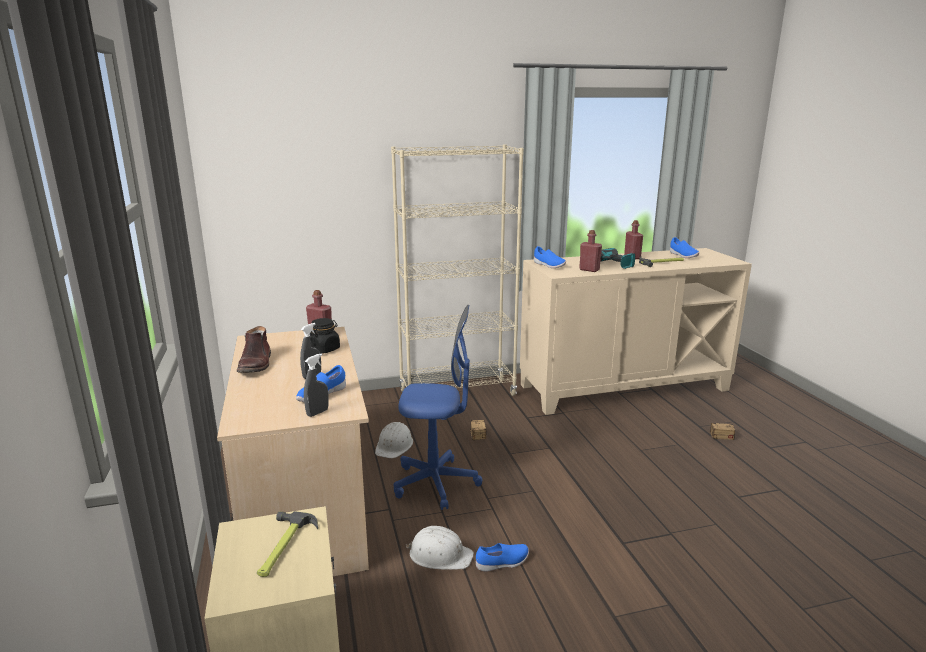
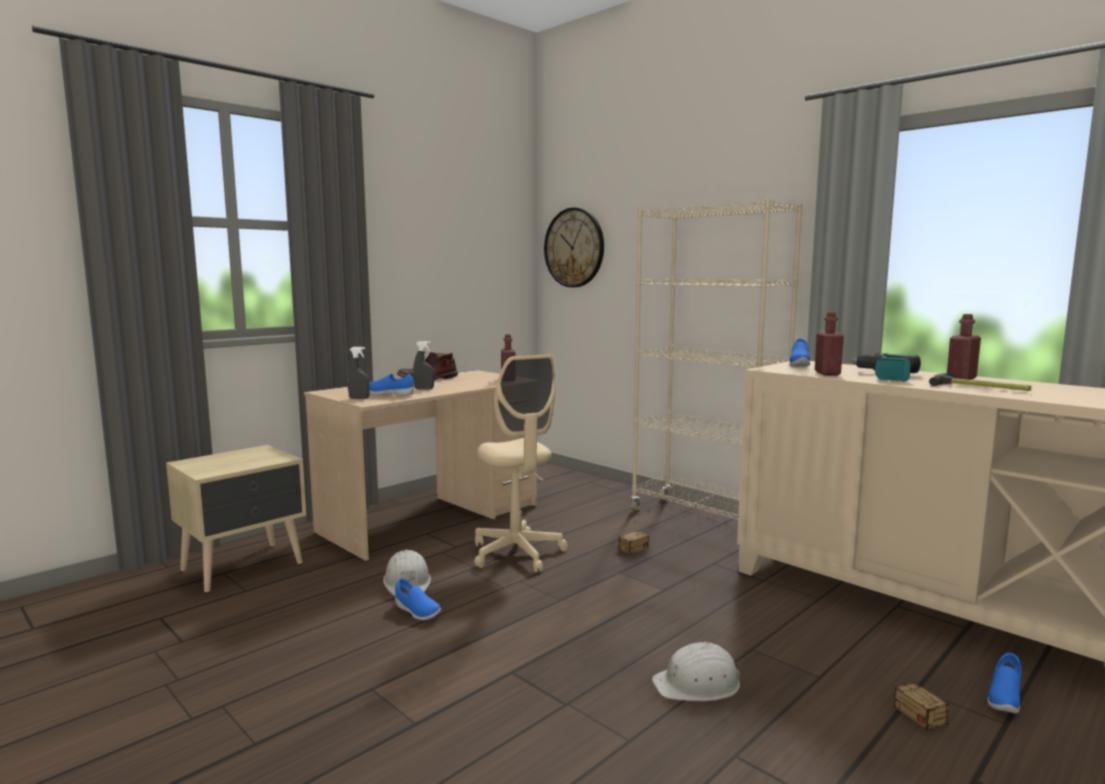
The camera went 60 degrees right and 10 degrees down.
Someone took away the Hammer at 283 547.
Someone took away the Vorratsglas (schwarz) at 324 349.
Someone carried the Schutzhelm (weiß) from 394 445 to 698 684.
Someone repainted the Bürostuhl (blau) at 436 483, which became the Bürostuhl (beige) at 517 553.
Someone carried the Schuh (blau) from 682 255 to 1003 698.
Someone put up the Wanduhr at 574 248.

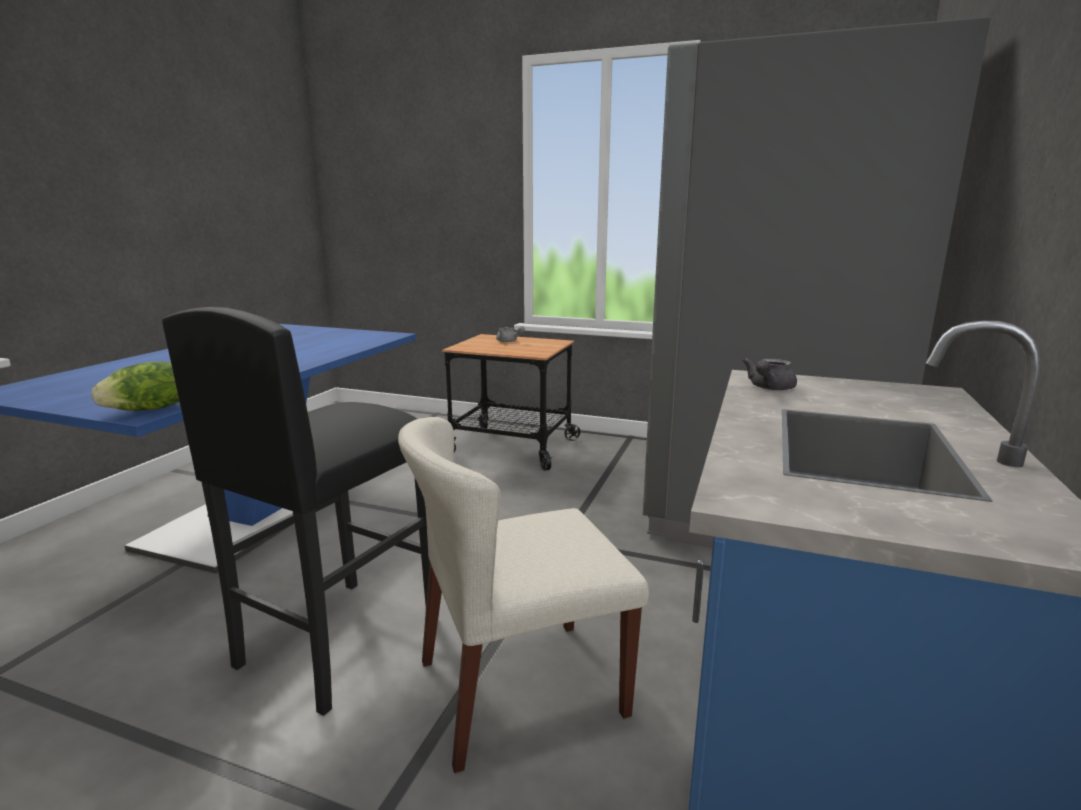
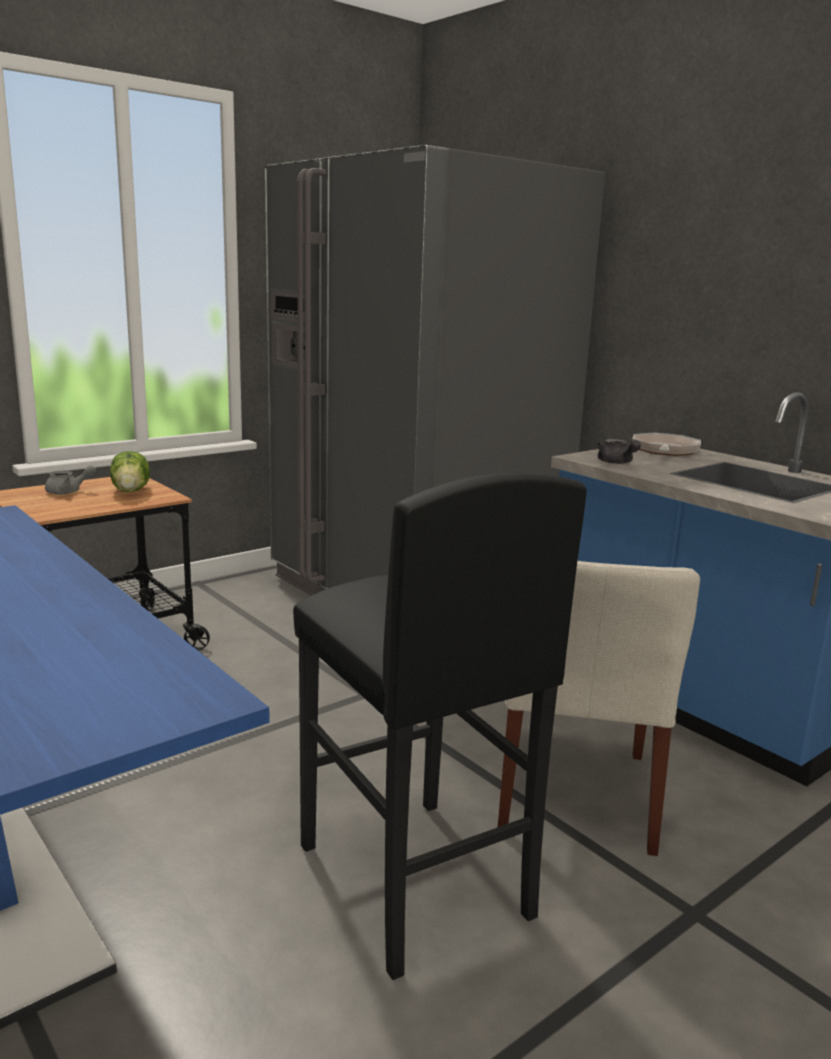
The camera went 60 degrees left and 0 degrees up.
Someone carried the Salatkopf from 150 410 to 132 491.
Someone put down the Pfanne at 664 451.

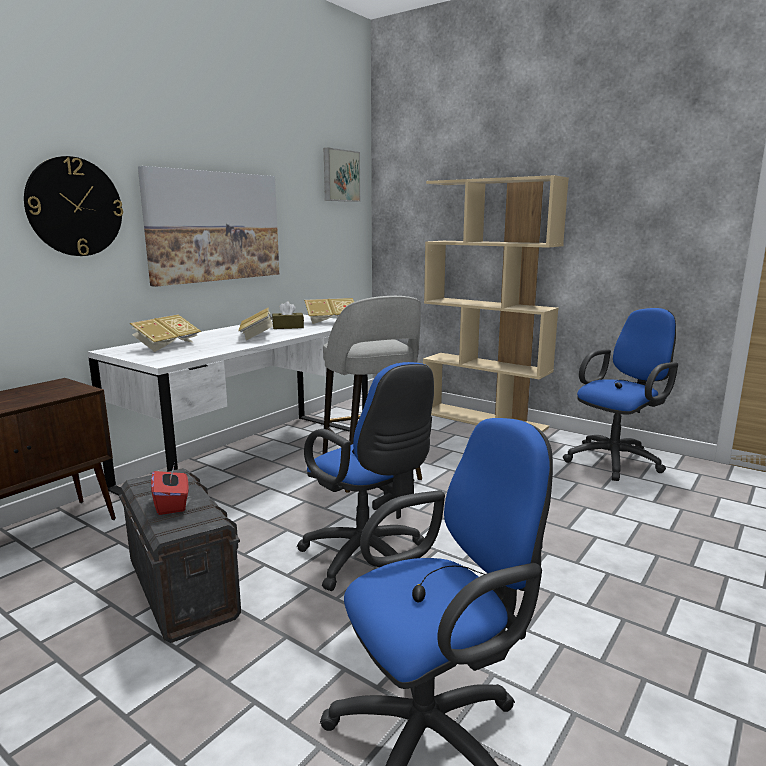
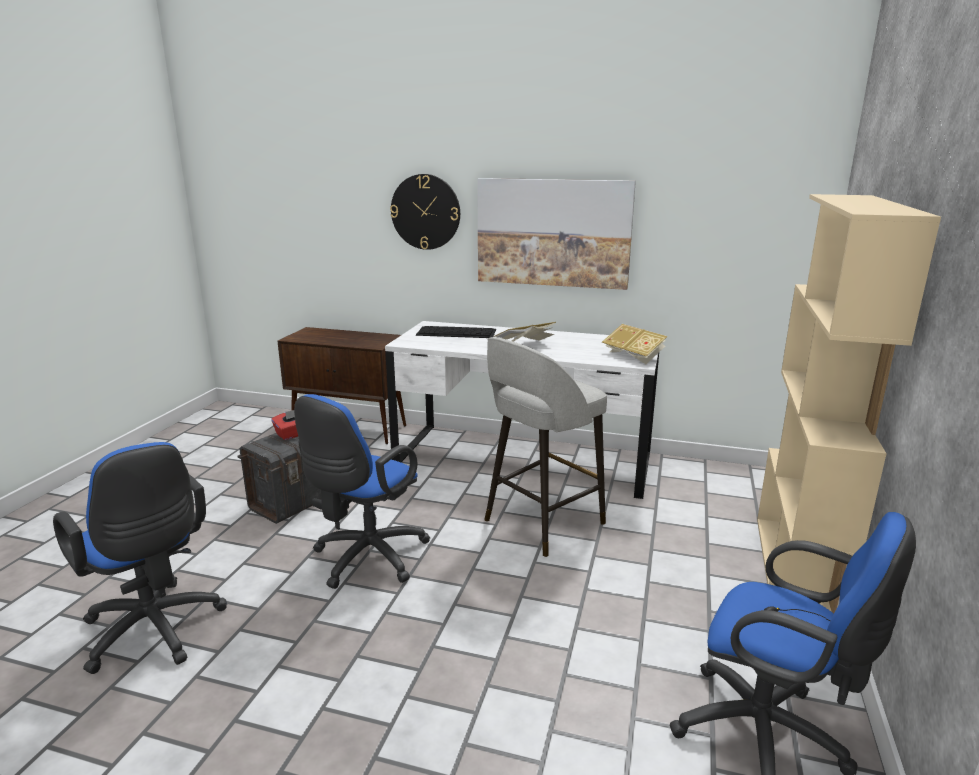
The camera went 70 degrees right and 5 degrees up.
Someone swapped the Buch at 167 346 for the Tastatur at 457 332.
Someone took away the Taschentuchbox (braun) at 288 327.
Someone took away the Bild at 340 176.

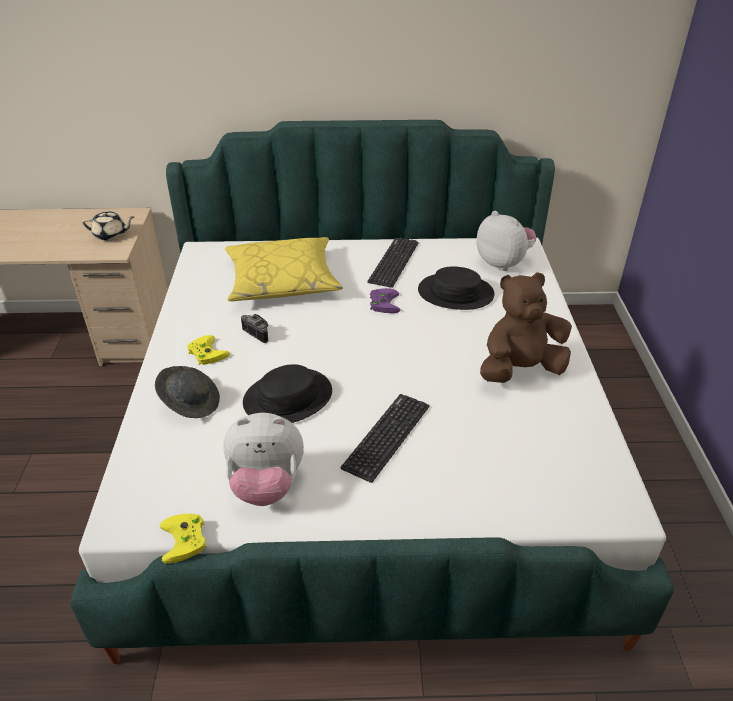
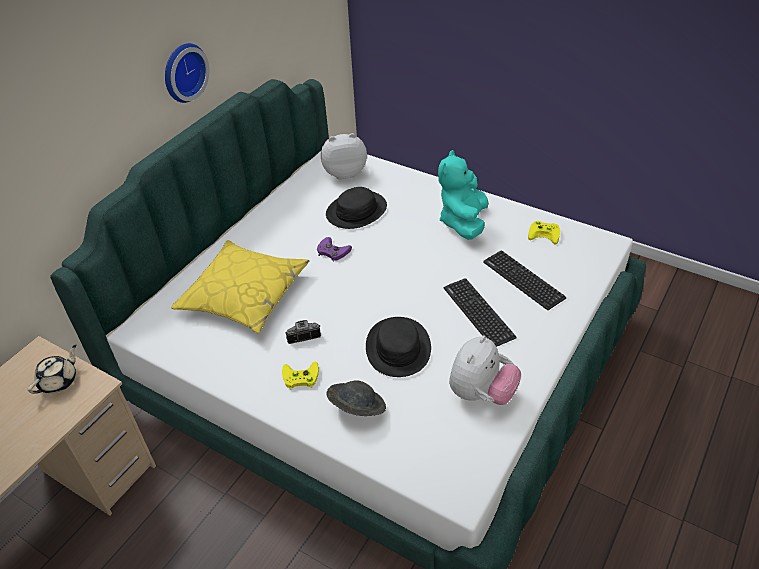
The camera went 55 degrees left and 5 degrees up.
Someone carried the Gamepad (gelb) from 185 540 to 545 233.
Someone carried the Tastatur from 393 262 to 523 280.
Someone repainted the Plüschtier (braun) at 520 370, which became the Plüschtier (türkis) at 463 222.
Someone put up the Wanduhr at 182 72.

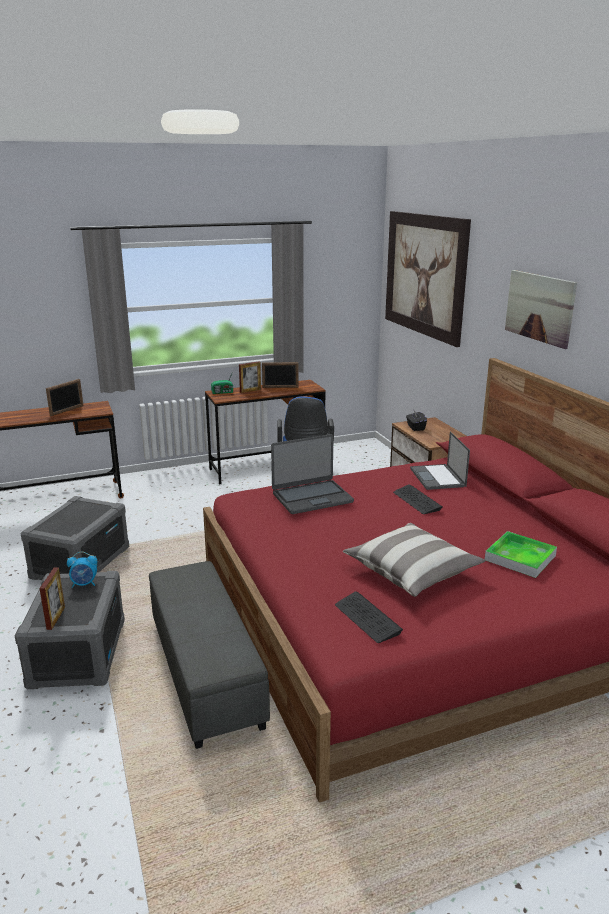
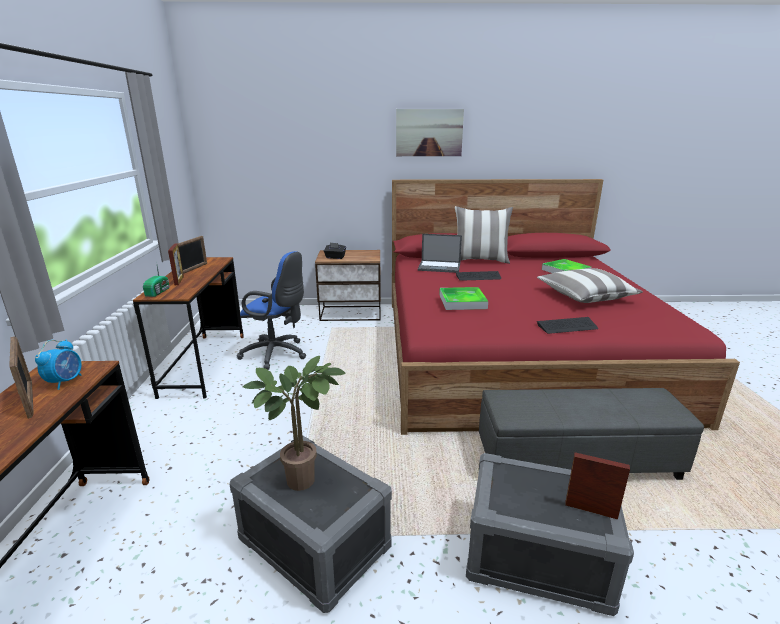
The camera went 70 degrees left and 0 degrees up.
Someone carried the Wecker from 84 584 to 65 381.
Someone swapped the Laptop at 312 497 for the Tablett at 462 301.
Someone carried the Tastatur from 367 618 to 567 326.
Someone took away the Bild at 424 275.
Someone put down the Topfpflanze at 305 477.
Someone put down the Kissen at 480 260.

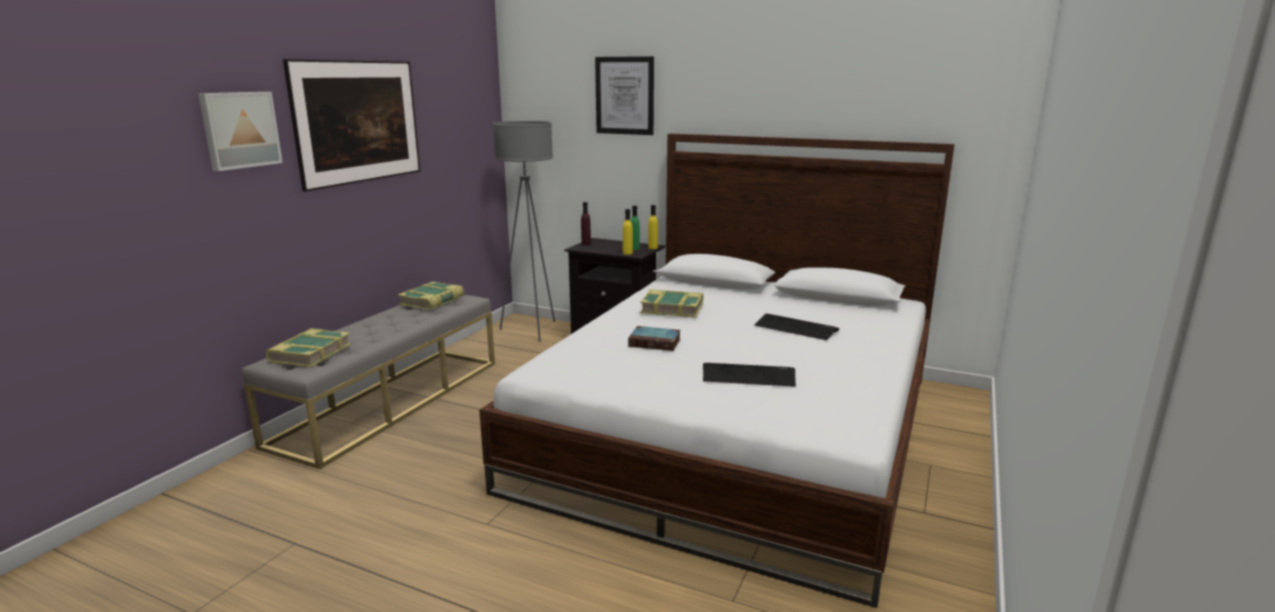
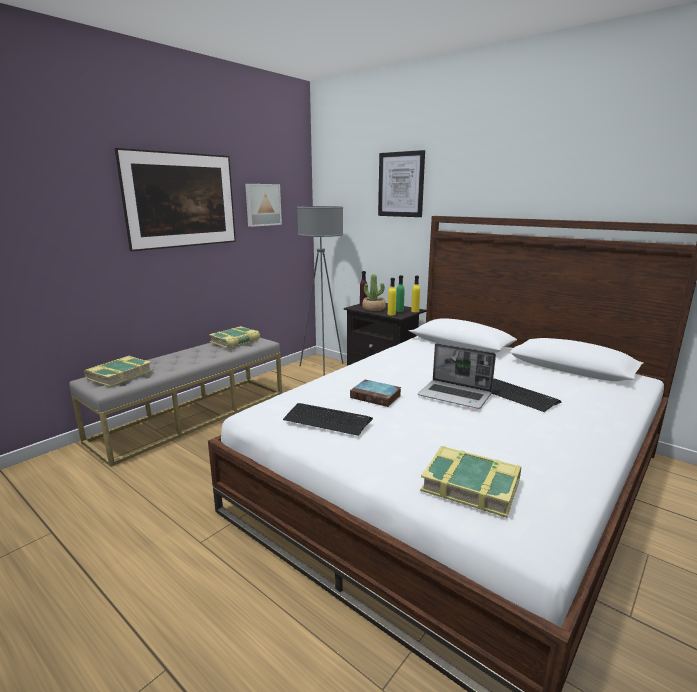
The camera went 15 degrees right and 0 degrees up.
Someone carried the Bild from 239 130 to 262 205.
Someone carried the Buch from 672 309 to 471 485.
Someone carried the Tastatur from 748 376 to 327 420.
Someone put down the Topfpflanze at 374 308.
Someone put down the Laptop at 455 395.

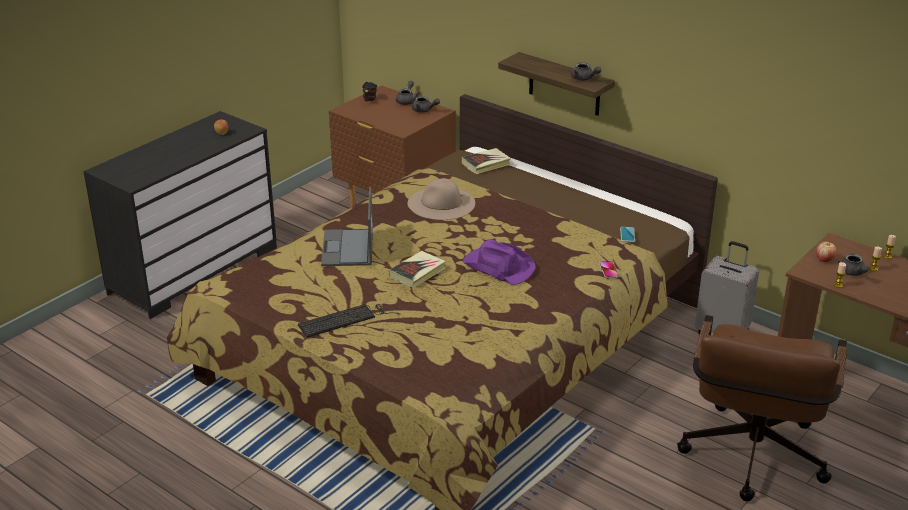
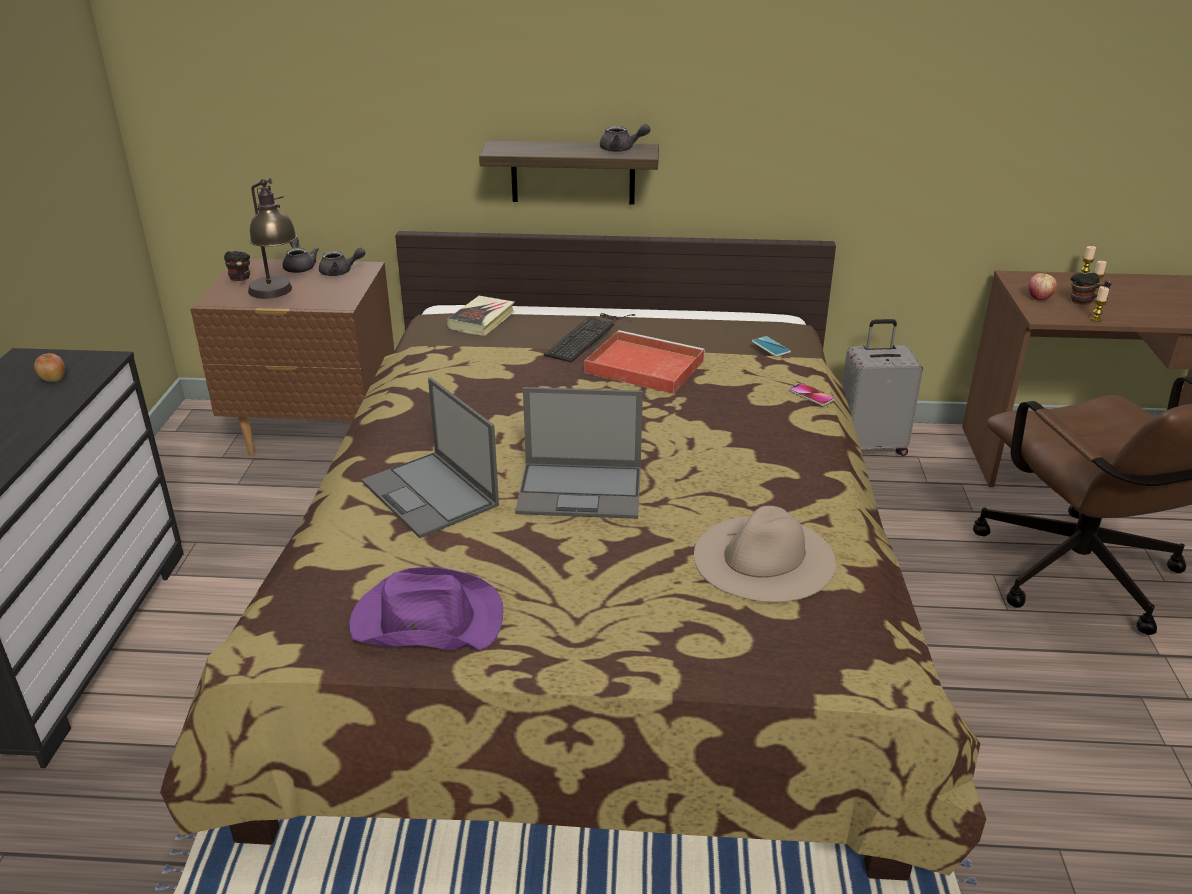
The camera went 35 degrees left and 0 degrees up.
Someone carried the Tastatur from 346 319 to 587 336.
Someone swapped the Buch at 417 272 for the Laptop at 581 490.
Someone carried the Hut (beige) from 441 203 to 764 558.
Someone carried the Hut (lila) from 498 266 to 425 620.
Someone swapped the Teekanne (grau) at 852 273 for the Henkelbecher at 1085 302.
Someone put down the Tischlampe at 277 295.
Someone put down the Tablett (rot) at 642 366.

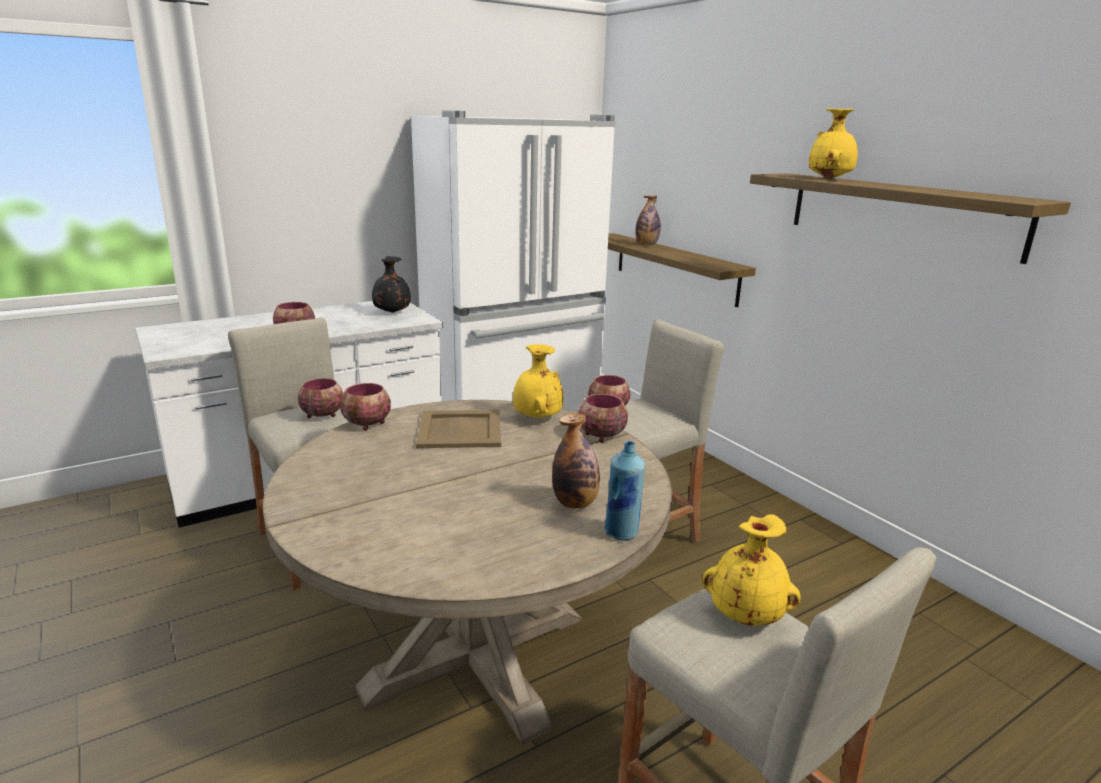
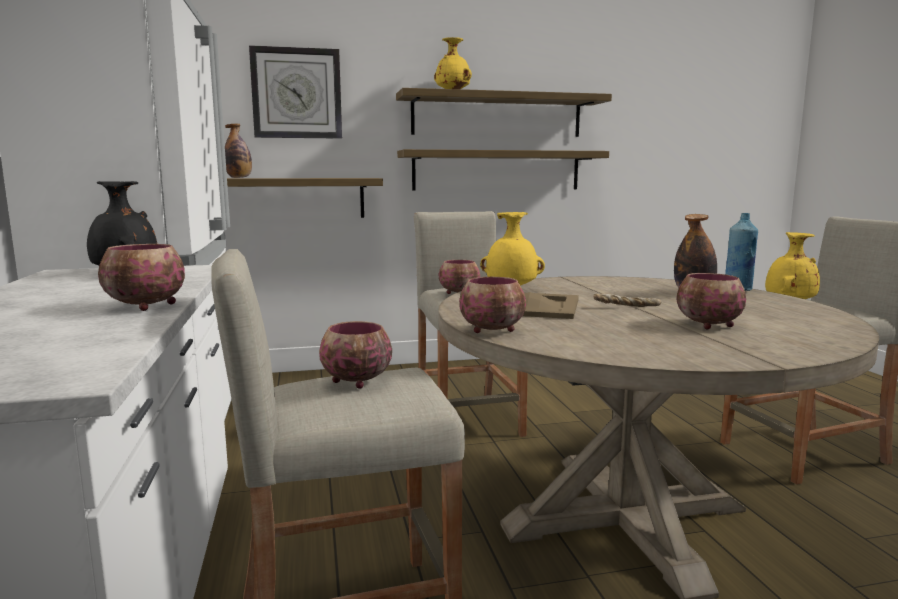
The camera went 70 degrees left and 10 degrees down.
Someone carried the Schüssel from 600 436 to 708 325.
Someone put up the Wanduhr at 296 93.
Someone put up the Wandregal at 497 170.
Someone put down the Brot at 627 307.

